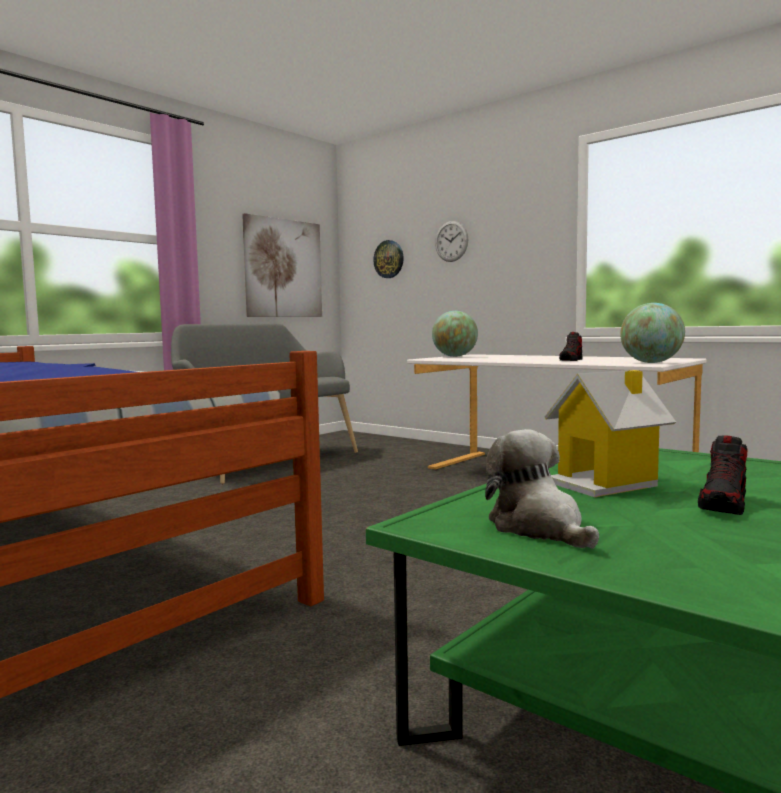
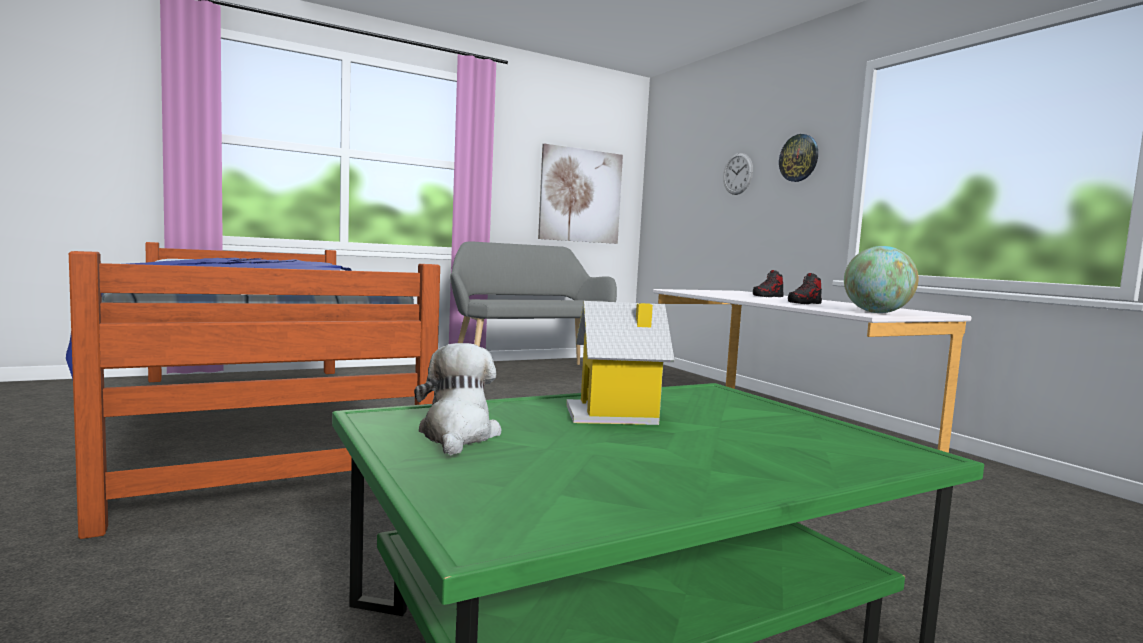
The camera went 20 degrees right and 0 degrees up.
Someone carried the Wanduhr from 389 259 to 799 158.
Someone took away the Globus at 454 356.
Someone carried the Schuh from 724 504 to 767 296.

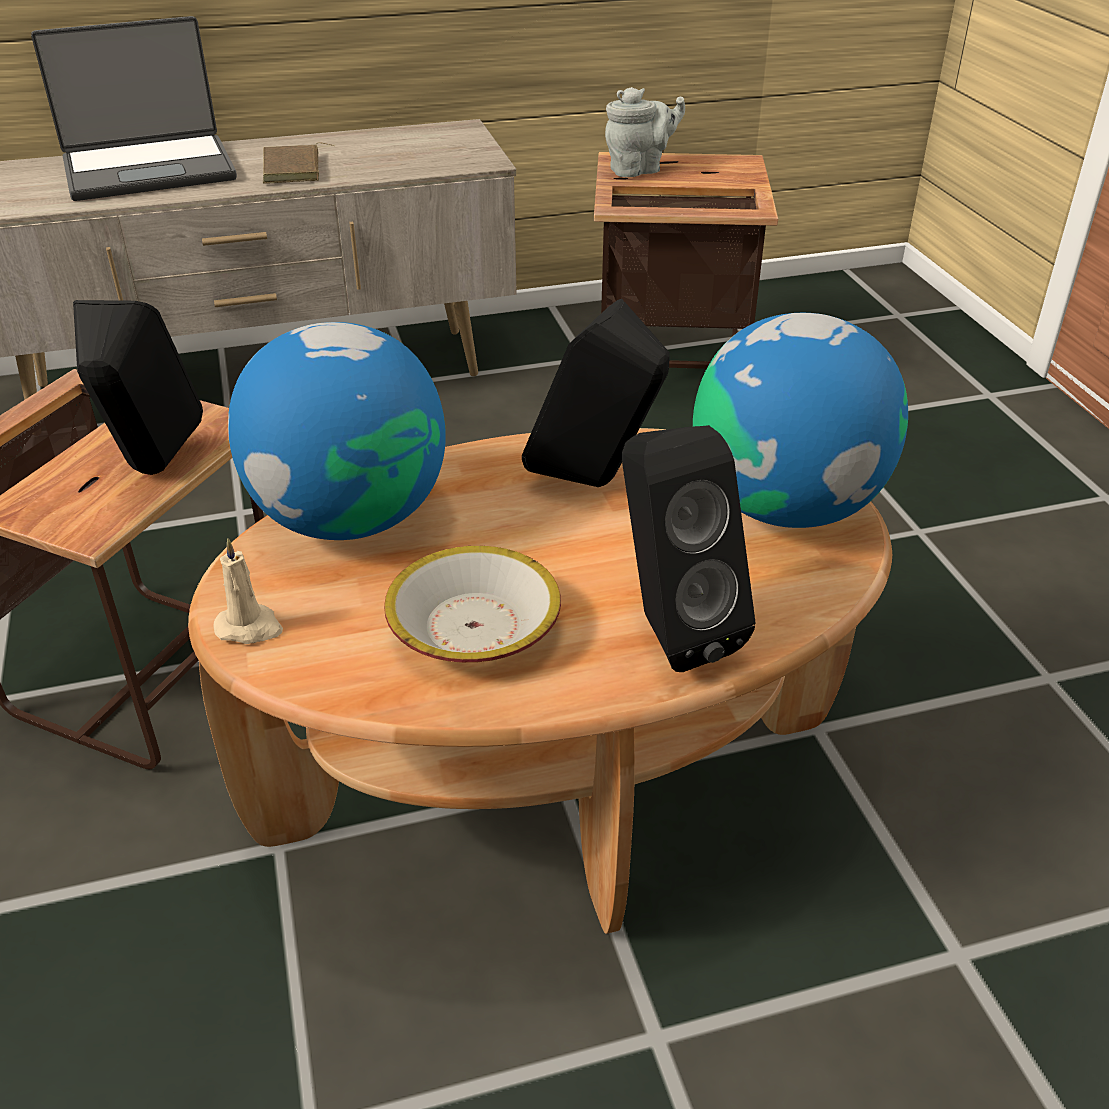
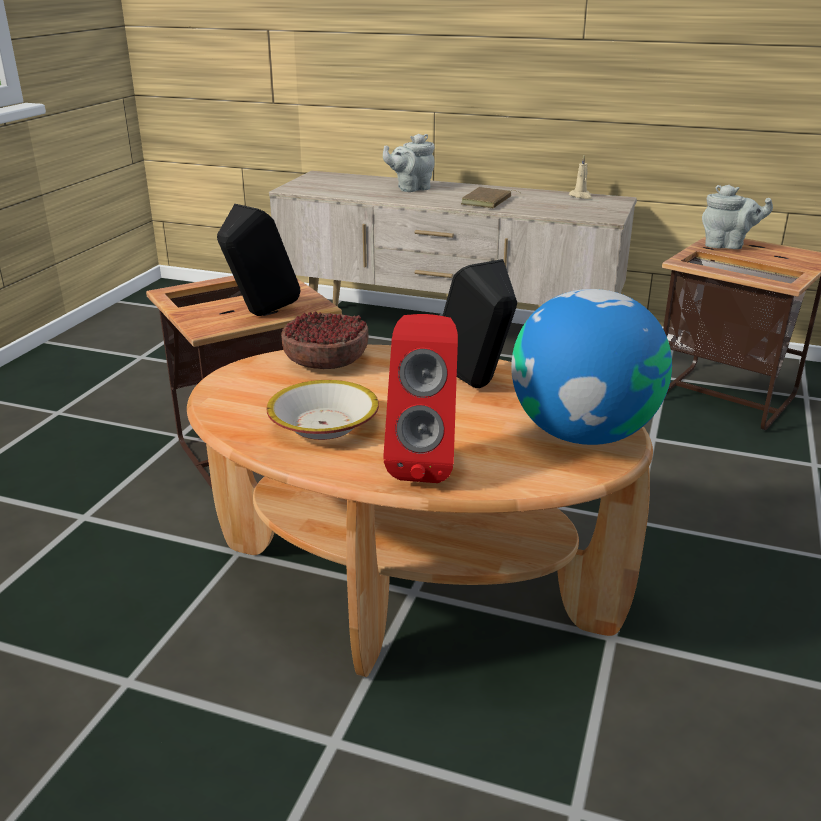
The camera went 35 degrees right and 10 degrees down.
Someone swapped the Laptop at 149 169 for the Teekanne (grau) at 411 188.
Someone carried the Kerze (beige) from 250 627 to 581 196.
Someone swapped the Globus at 350 517 for the Schüssel at 326 361.
Someone repainted the Lautsprecher (schwarz) at 669 631, which became the Lautsprecher (rot) at 424 463.

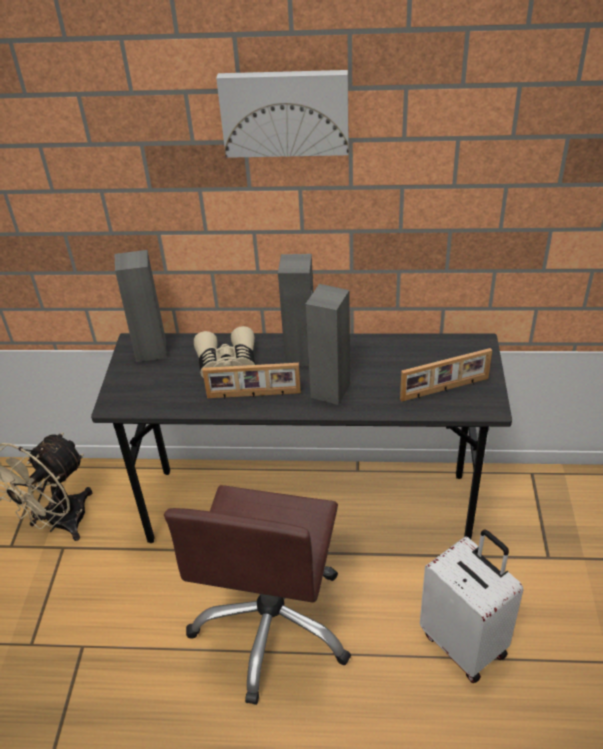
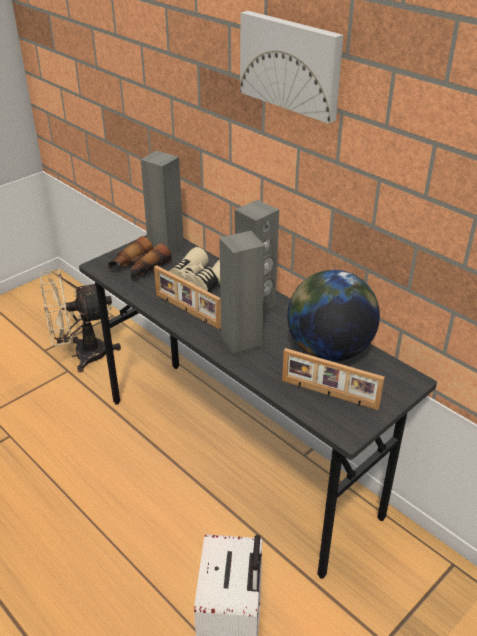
The camera went 40 degrees right and 5 degrees down.
Someone took away the Bürostuhl (braun) at 273 625.
Someone put down the Fernglas at 138 268.
Someone put down the Globus at 328 350.

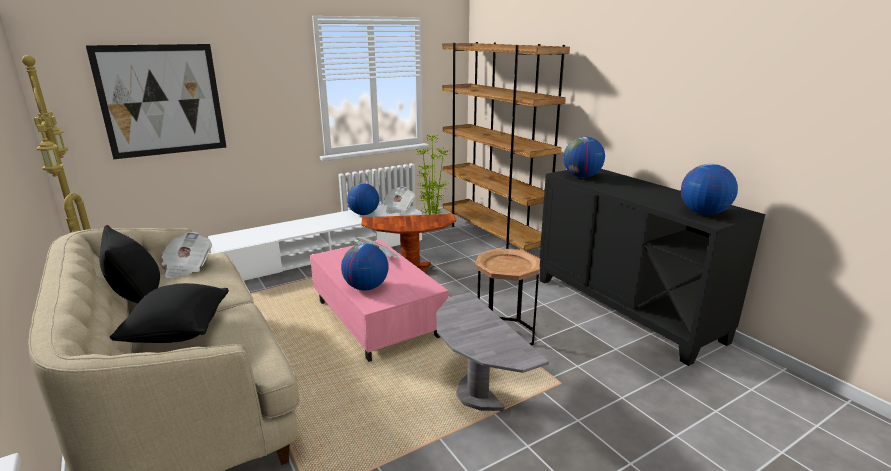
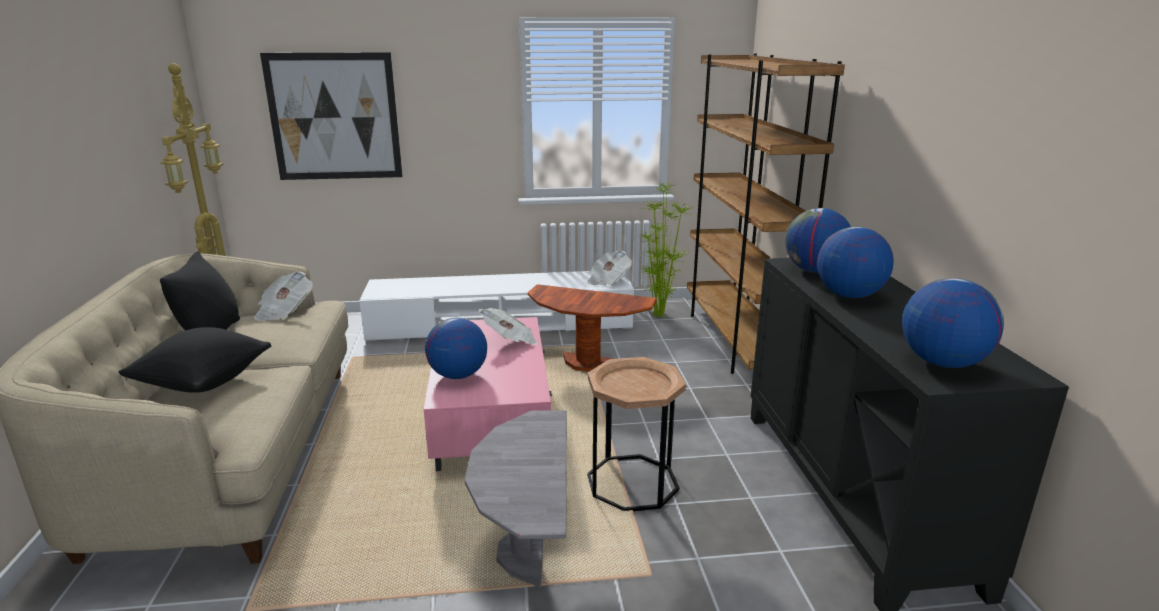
The camera went 25 degrees right and 0 degrees up.
Someone carried the Globus from 364 214 to 849 295.

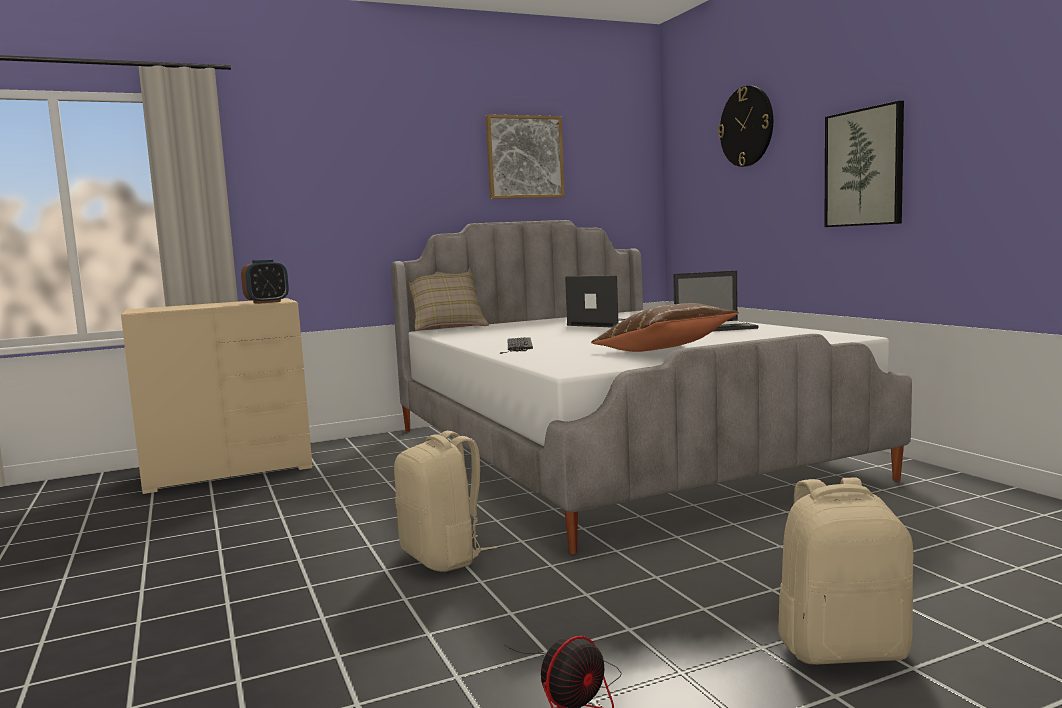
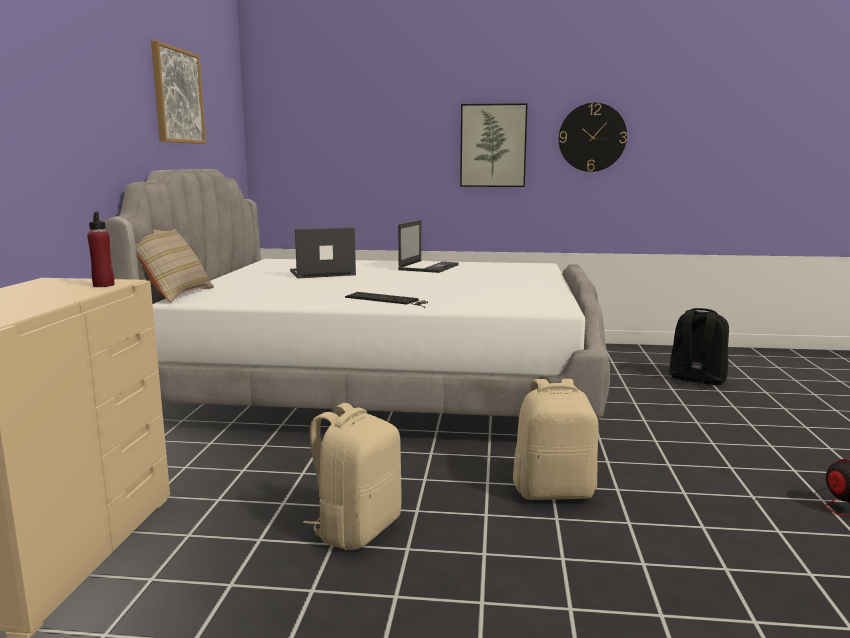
The camera went 60 degrees left and 5 degrees up.
Someone swapped the Wecker at 267 302 for the Flasche (rot) at 103 285.
Someone took away the Kissen (braun) at 664 350.
Someone carried the Wanduhr from 746 126 to 592 137.
Someone carried the Rucksack (beige) from 843 649 to 356 529.
Someone put down the Rucksack (schwarz) at 696 380.

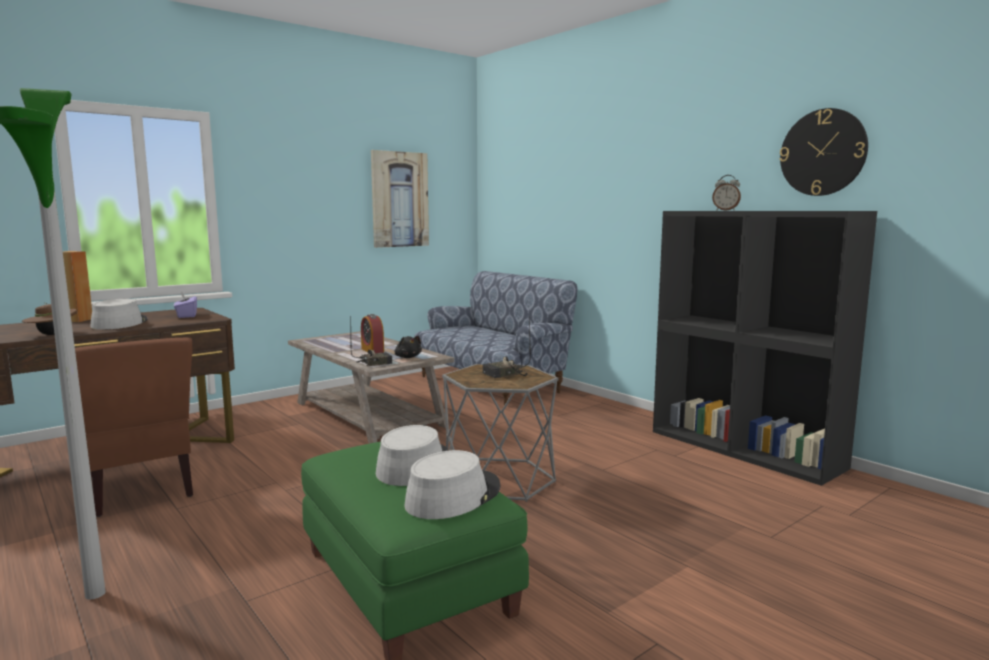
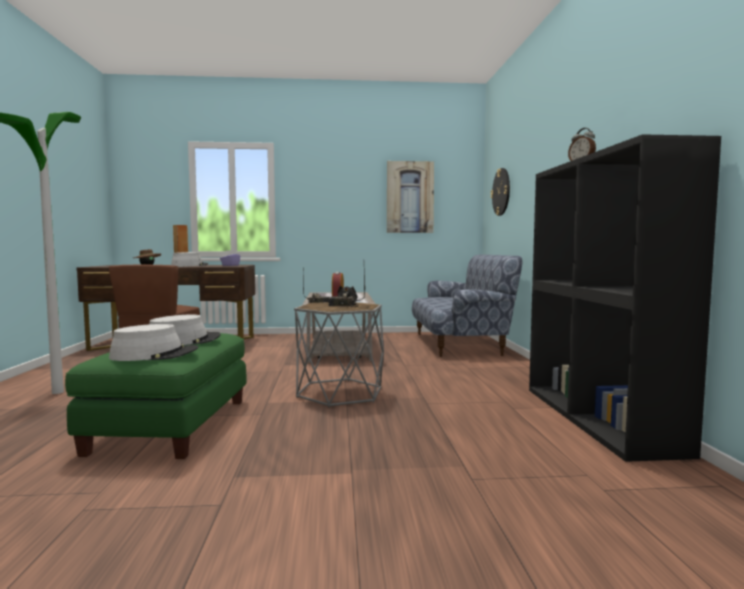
The camera went 35 degrees right and 5 degrees down.
Someone carried the Wanduhr from 822 152 to 501 192.

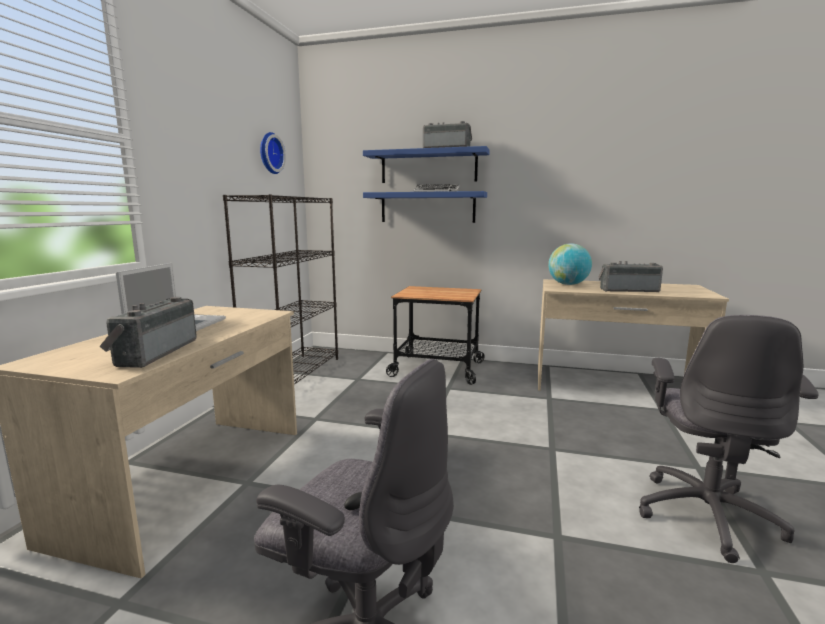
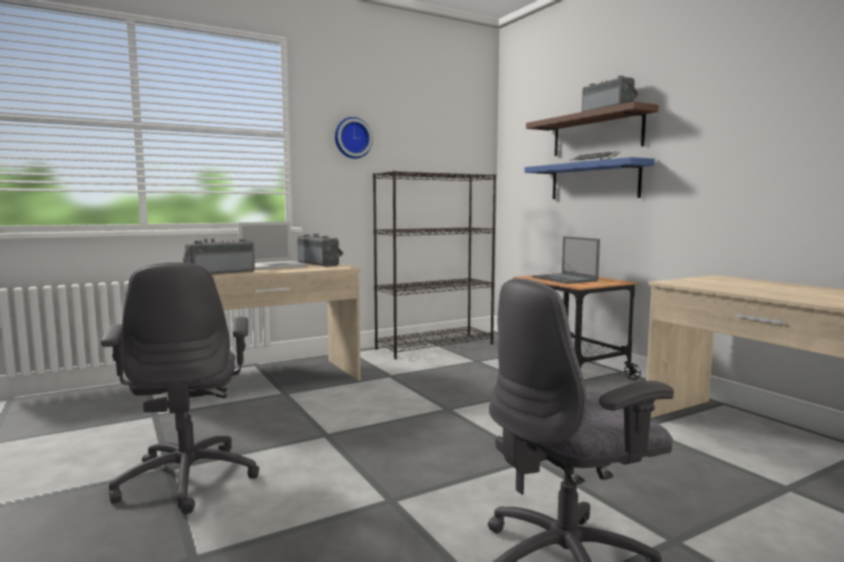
The camera went 45 degrees right and 5 degrees down.
Someone carried the Wanduhr from 269 153 to 352 138.
Someone repainted the Wandregal (blau) at 428 167, which became the Wandregal (braun) at 596 133.
Someone took away the Globus at 568 284.
Someone carried the Radio from 628 290 to 320 264.
Someone put down the Laptop at 565 279.

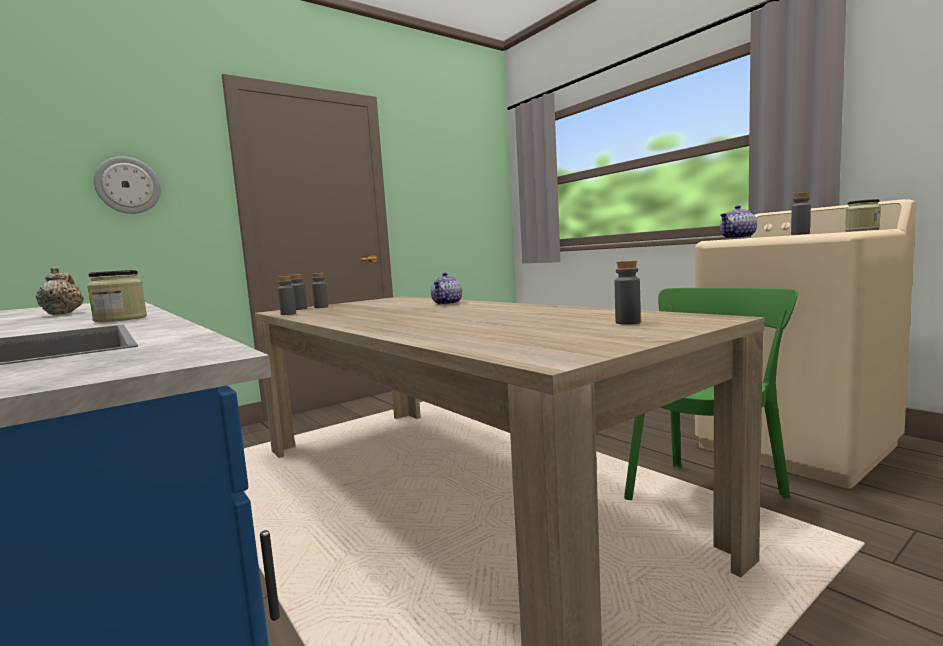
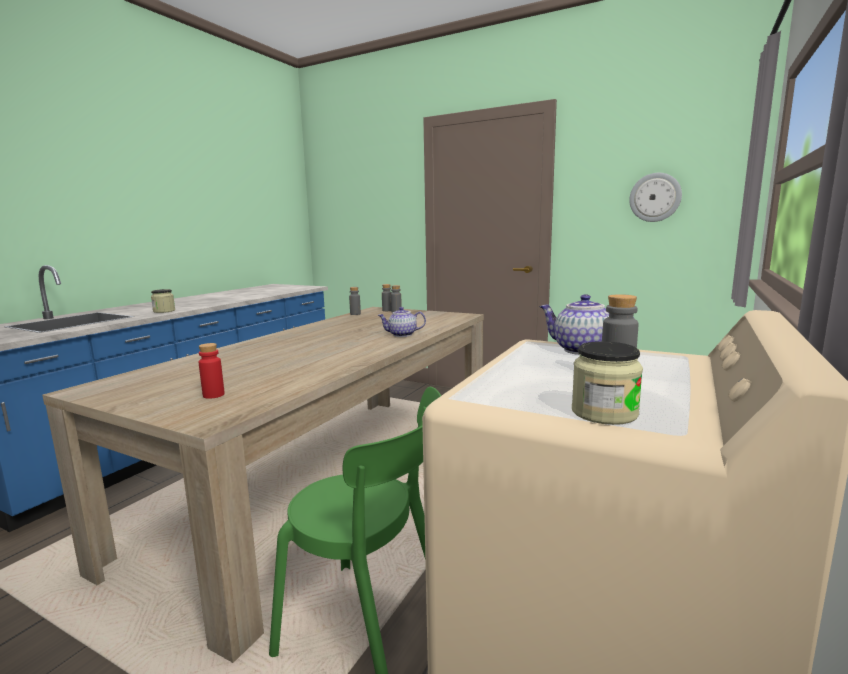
The camera went 65 degrees right and 5 degrees up.
Someone took away the Teekanne (beige) at 63 313.
Someone carried the Wanduhr from 128 185 to 655 197.
Someone repainted the Flasche (grau) at 627 322, which became the Flasche (rot) at 213 395.

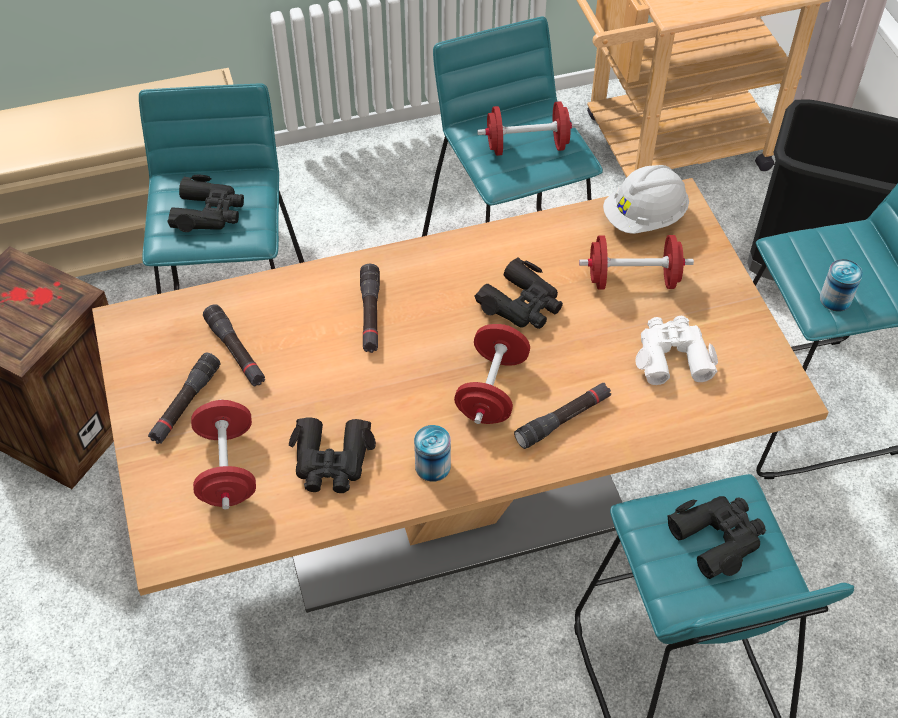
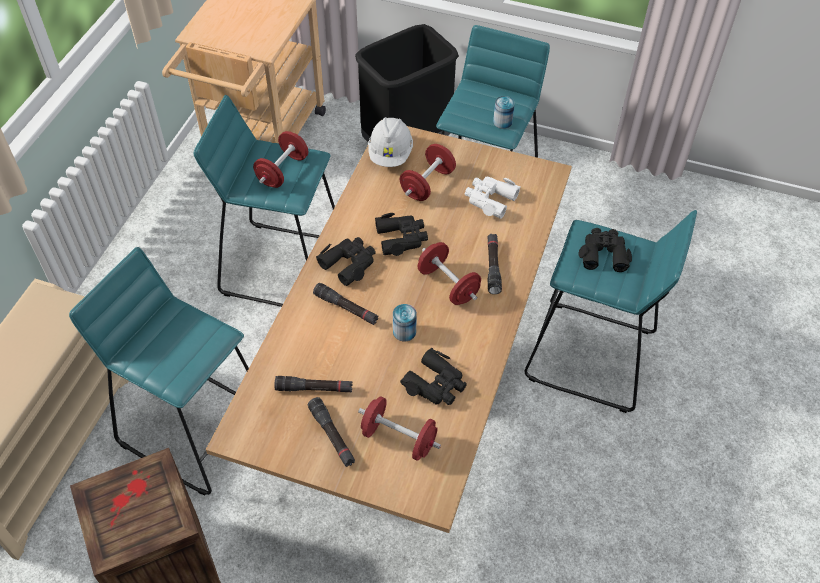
The camera went 55 degrees left and 0 degrees up.
Someone carried the Fernglas (schwarz) from 209 213 to 349 263.
Someone carried the Dose from 432 466 to 404 331.

